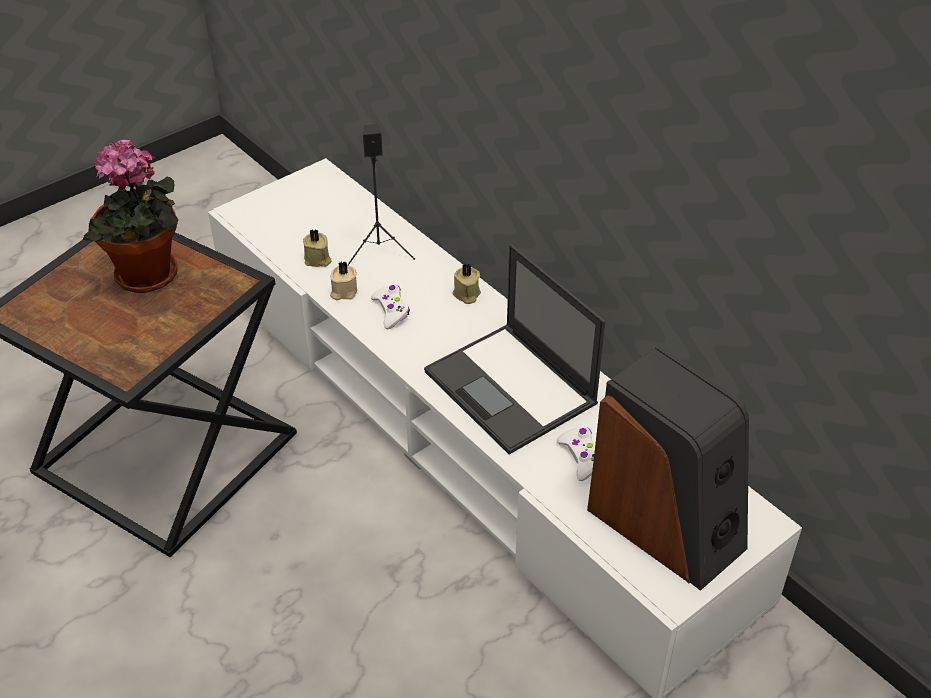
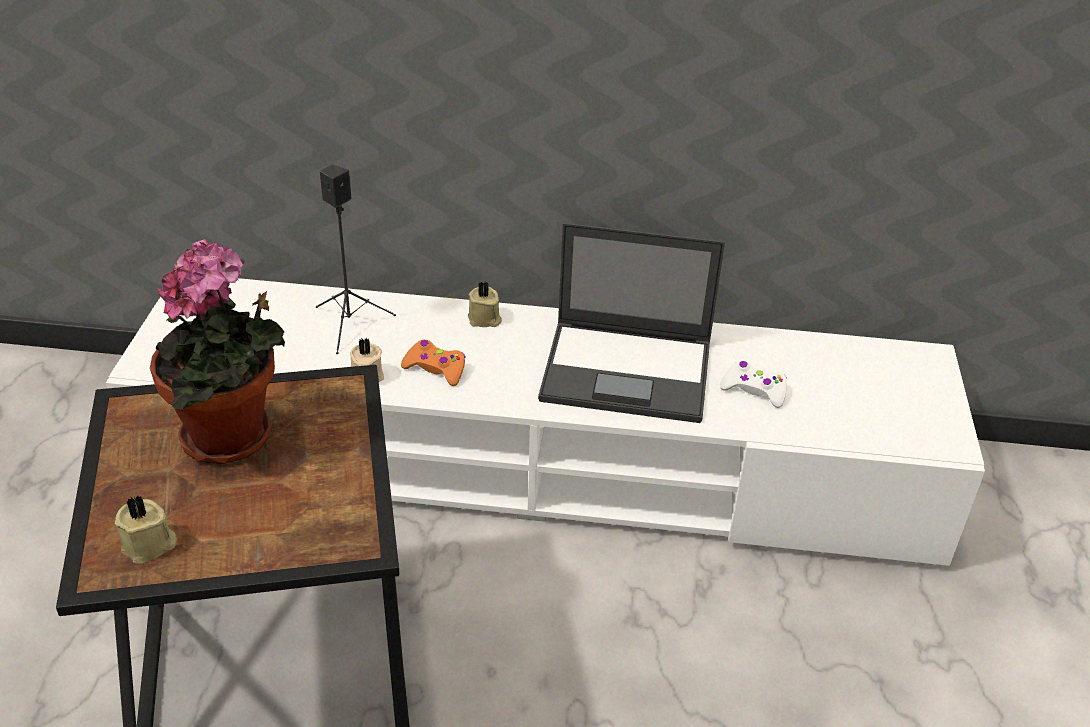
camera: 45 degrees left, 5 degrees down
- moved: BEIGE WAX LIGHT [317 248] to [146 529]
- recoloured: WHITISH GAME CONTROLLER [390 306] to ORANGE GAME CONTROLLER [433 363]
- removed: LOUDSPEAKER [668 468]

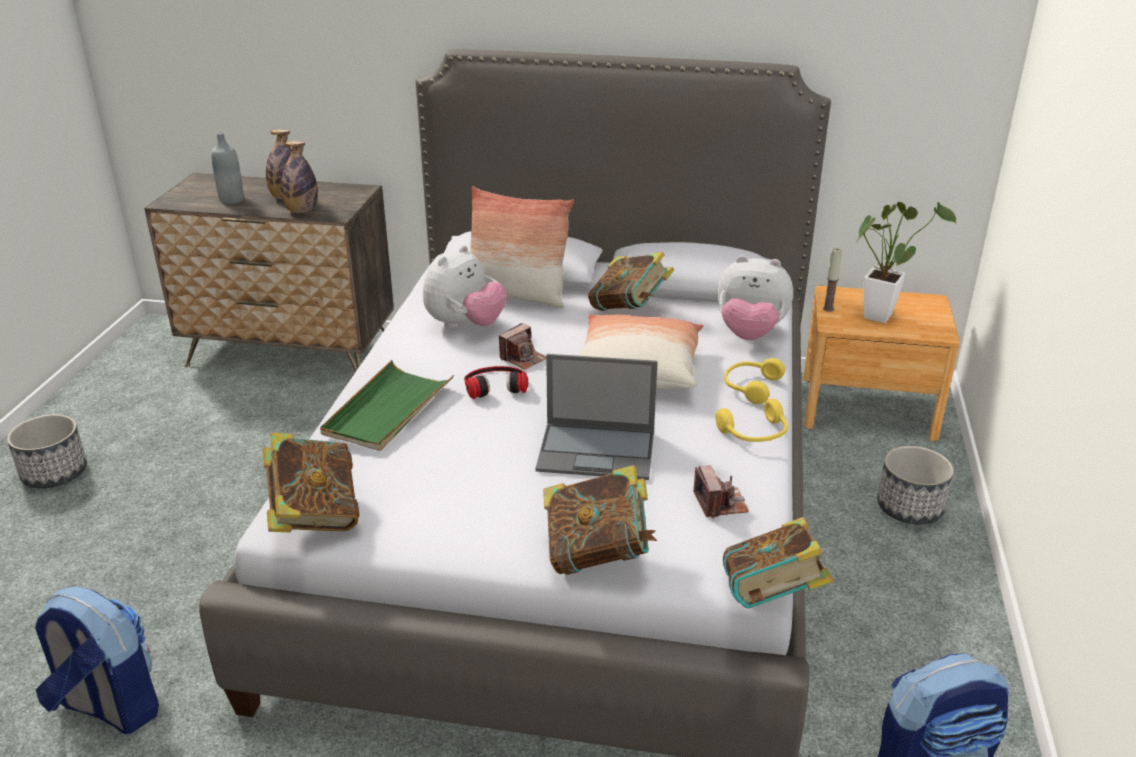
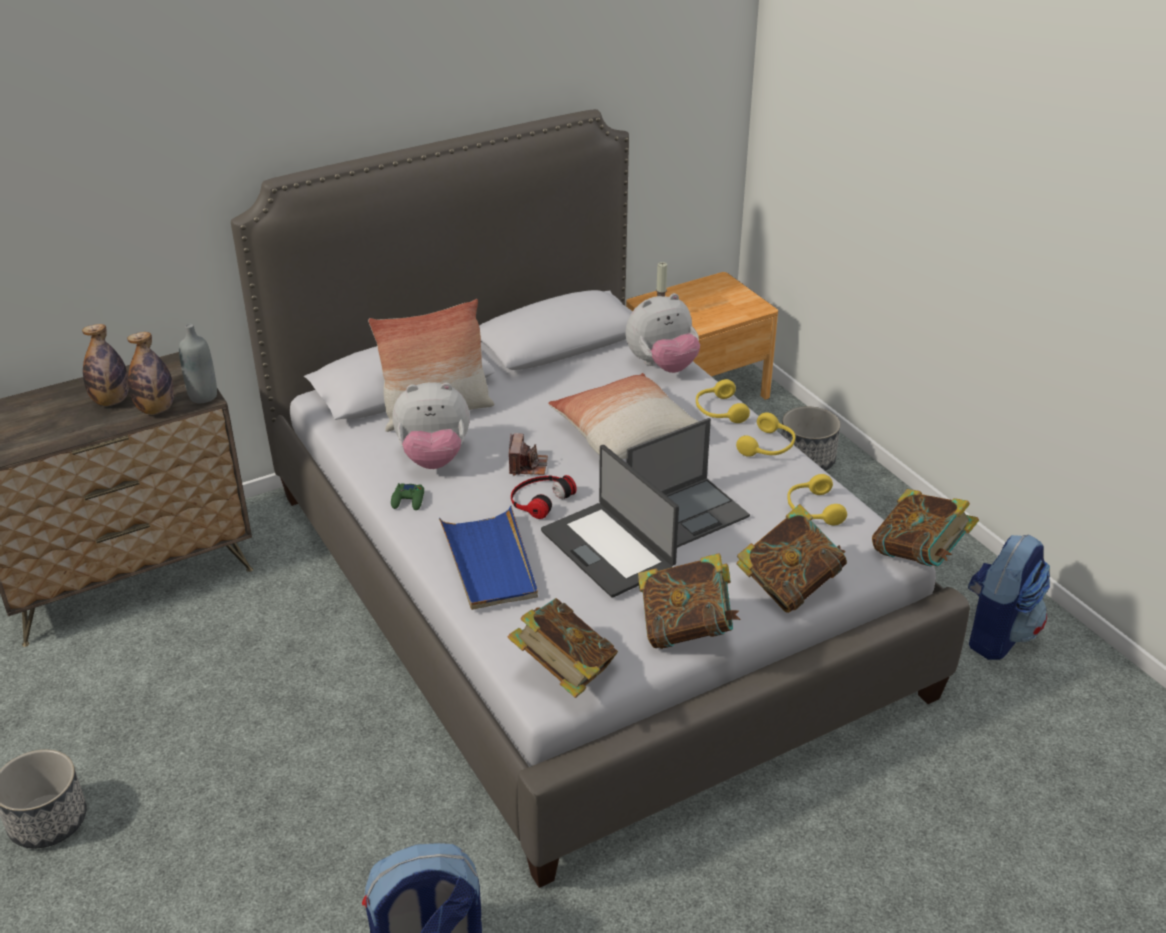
camera: 40 degrees left, 5 degrees up
- moved: GREYISH DRINK BOTTLE [227 168] to [198 363]
- added: GREENISH GAME CONTROLLER [407 496]
- turned: CUDDLY TOY [465 287] = [431 425] 90 degrees clockwise
- recoloured: GREENISH SERVING TRAY [387 405] to BLUE-COLOURED SERVING TRAY [488 558]
- added: PORTABLE COMPUTER [610 521]
- moved: BOUND BOOK [631 281] to [689 601]
- replaced: STILL CAMERA [721 492] to YELLOW-COLOURED HEADSET [817 499]
- removed: HOUSEPLANT [906 262]

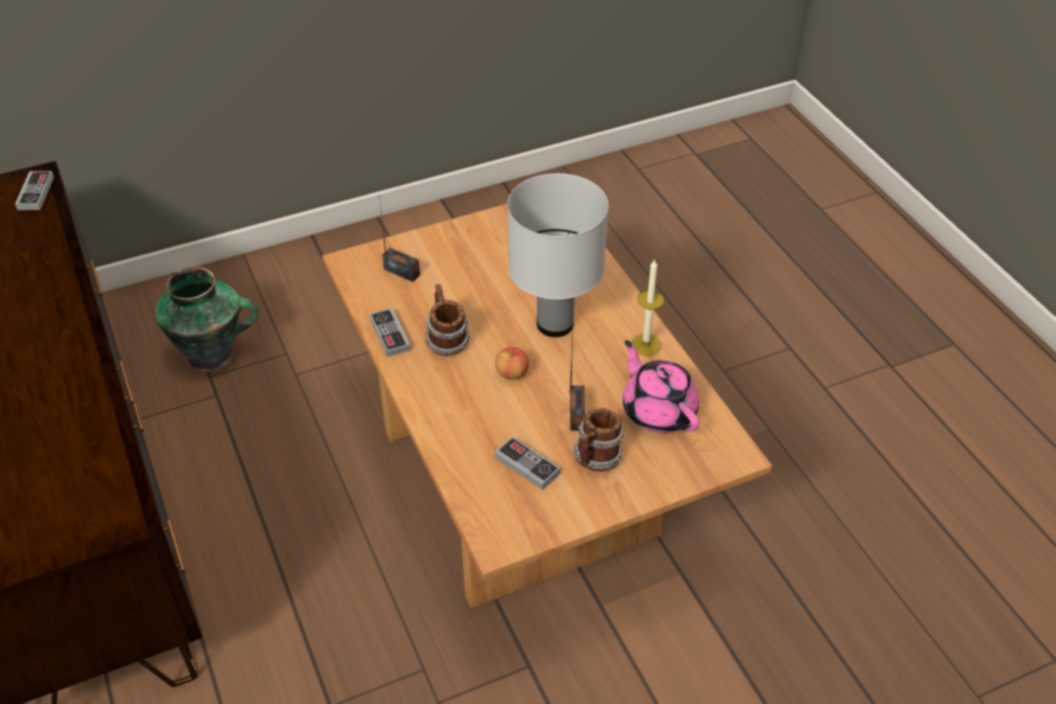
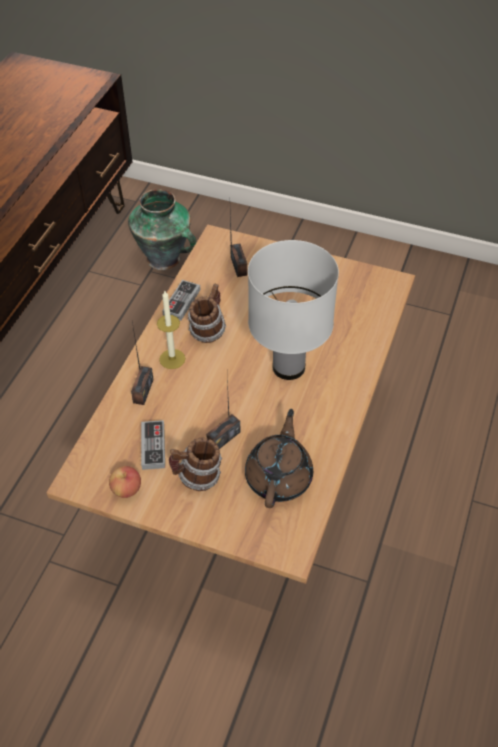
camera: 45 degrees right, 5 degrees up
- moved: APPLE [512 363] to [125 482]
- added: RADIO RECEIVER [142 363]
- moved: WAX LIGHT [647 307] to [171 330]
- recoloured: PINKISH TEA POT [661 386] to BROWN TEA POT [279 458]
- removed: GAME CONTROLLER [34 190]

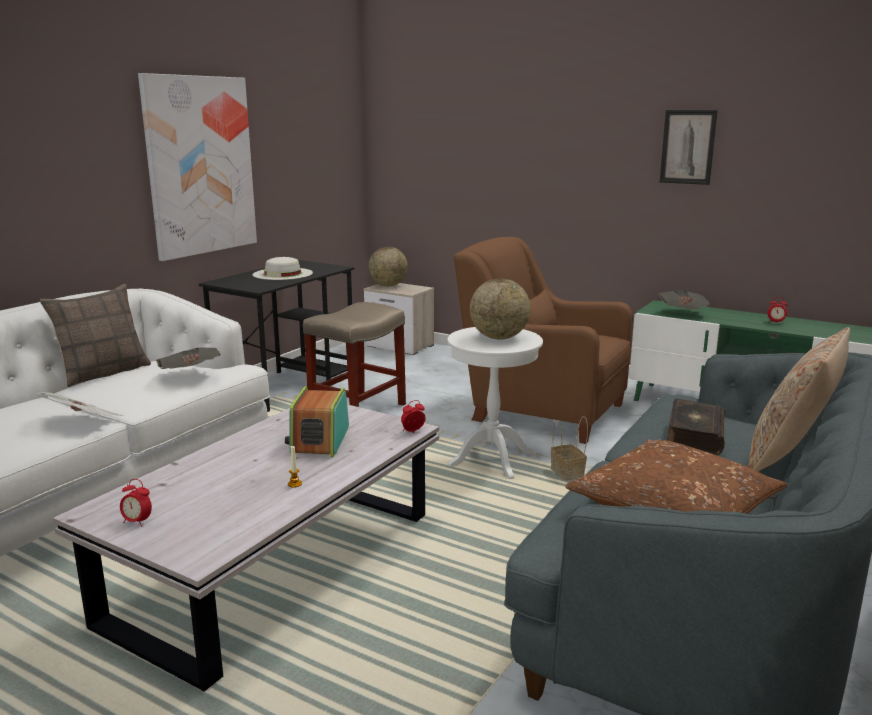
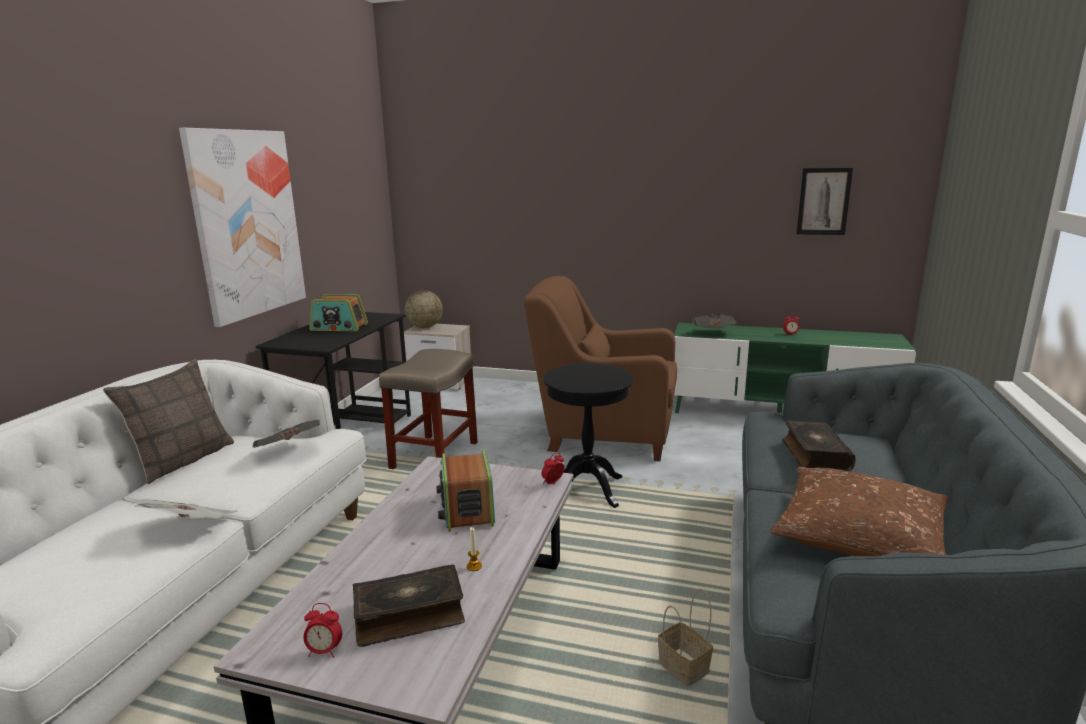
camera: 15 degrees left, 0 degrees up
- replaced: WHITISH WEARABLE HAT [283 268] to RADIO RECEIVER [338 312]
- added: BOUND BOOK [409 605]
- recoloured: WHITISH END TABLE [495 403] to BLACKISH END TABLE [588 435]
- moved: STORAGE BASKET [569 448] to [685 637]
- moved: PICTURE [689 147] to [824 201]
- removed: WORLD GLOBE [500 309]
- removed: BEIGE THROW PILLOW [799 399]

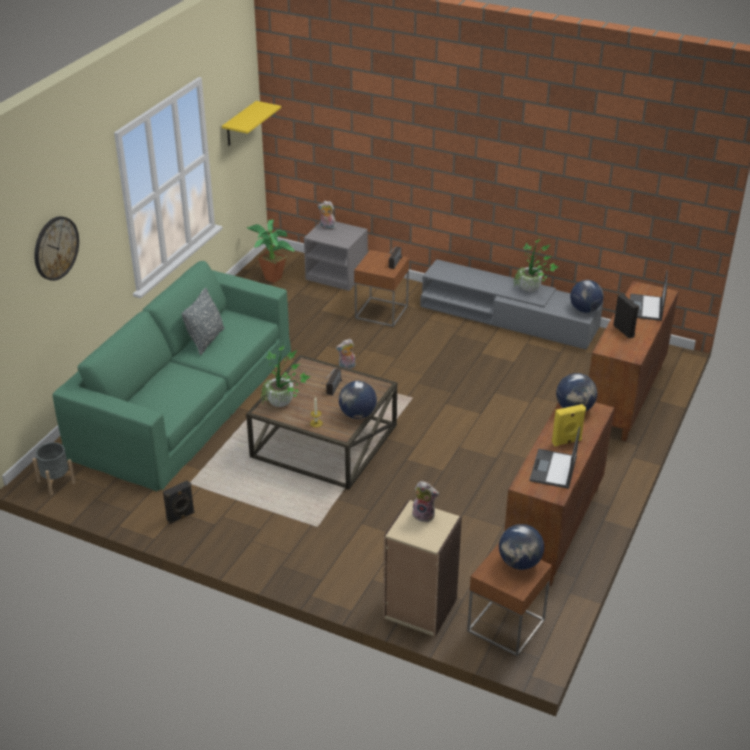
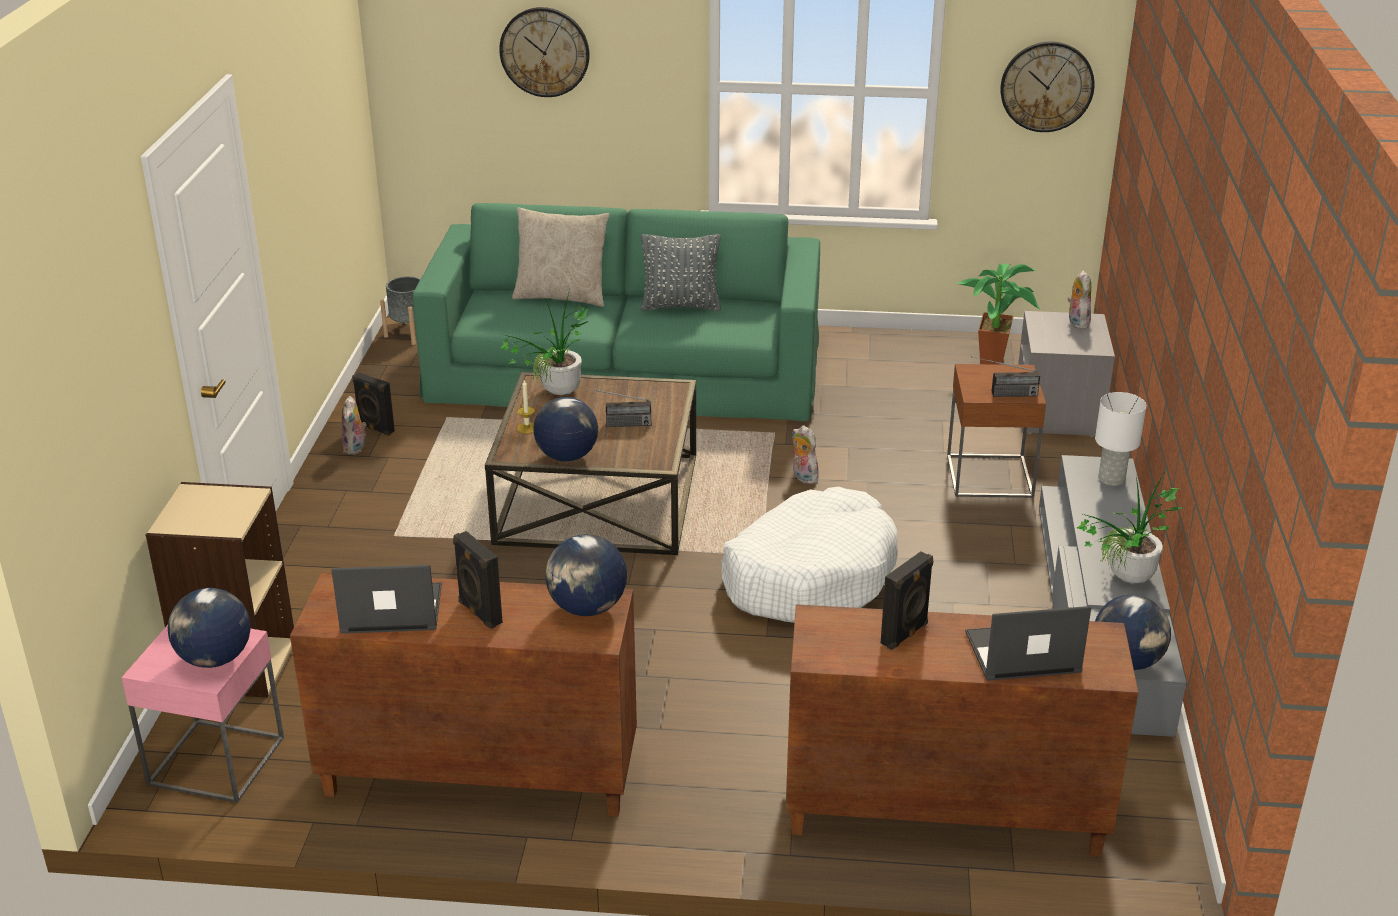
camera: 70 degrees right, 5 degrees down
- recoloured: BROWN END TABLE [509 599] to PINKISH END TABLE [202 714]
- moved: CUDDLY TOY [425 501] to [354 425]
- recoloured: YELLOW-COLOURED LOUDSPEAKER [569 425] to BLACKISH LOUDSPEAKER [478 580]
- added: BEIGE THROW PILLOW [560 257]
- added: WHITISH DOG CUSHION [810 555]
- replaced: YELLOW-COLOURED BRACKET SHELF [251 123] to CLOCK ON THE WALL [1047 86]
- added: WHITISH TABLETOP LAMP [1120 439]

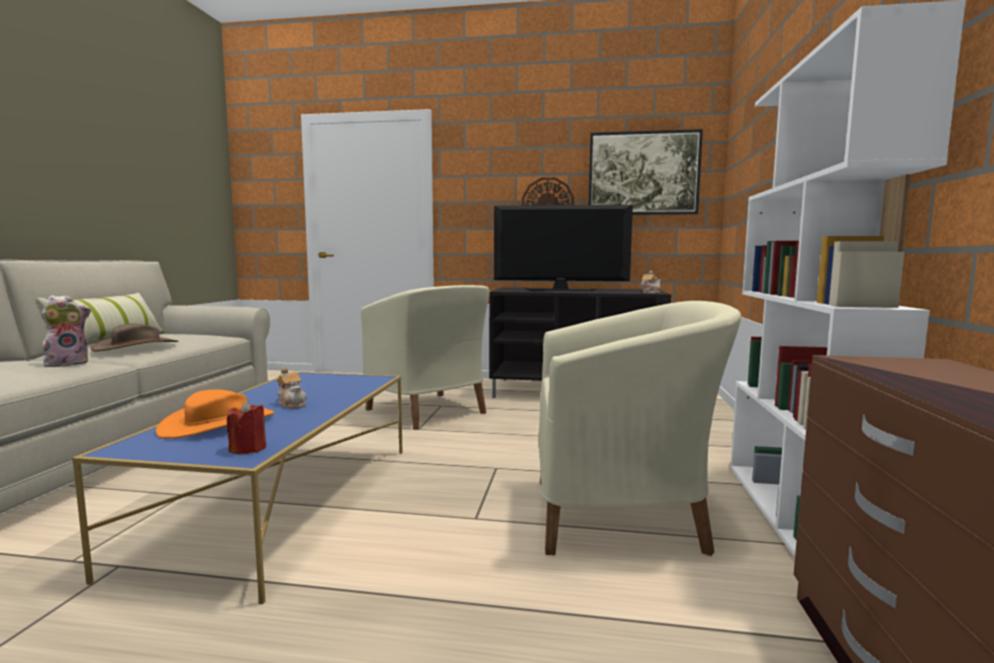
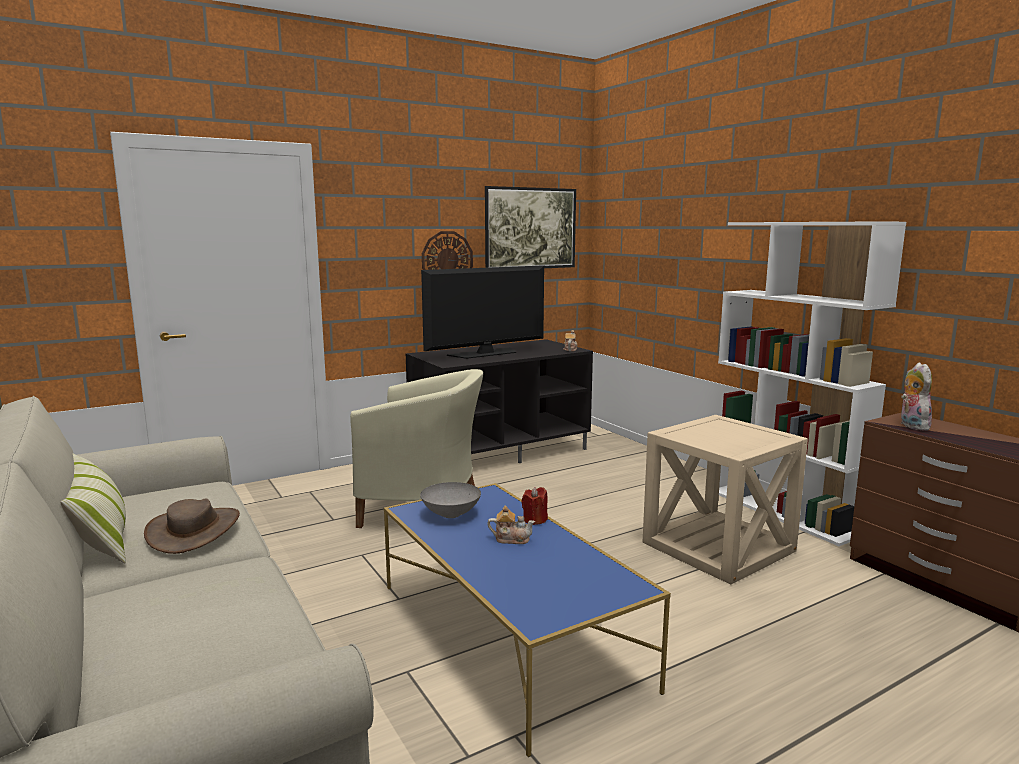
camera: 40 degrees left, 5 degrees up
- added: GREYISH DEEP DISH [450 500]
- moved: REDDISH WAX LIGHT [246 427] to [534 506]
- replaced: BEIGE LOUNGE CHAIR [639 428] to BEIGE END TABLE [725 499]
- moved: CUDDLY TOY [66 331] to [916 396]
- removed: ORANGE WEARABLE HAT [215 414]

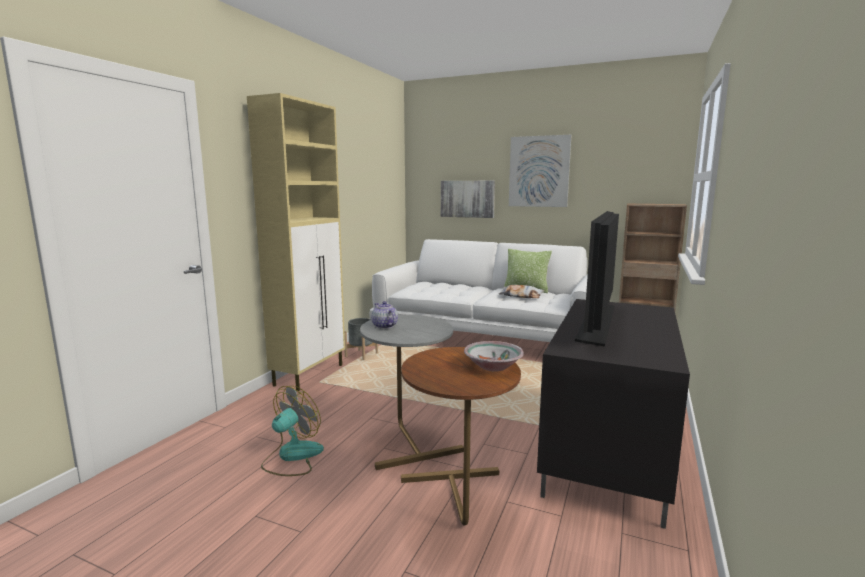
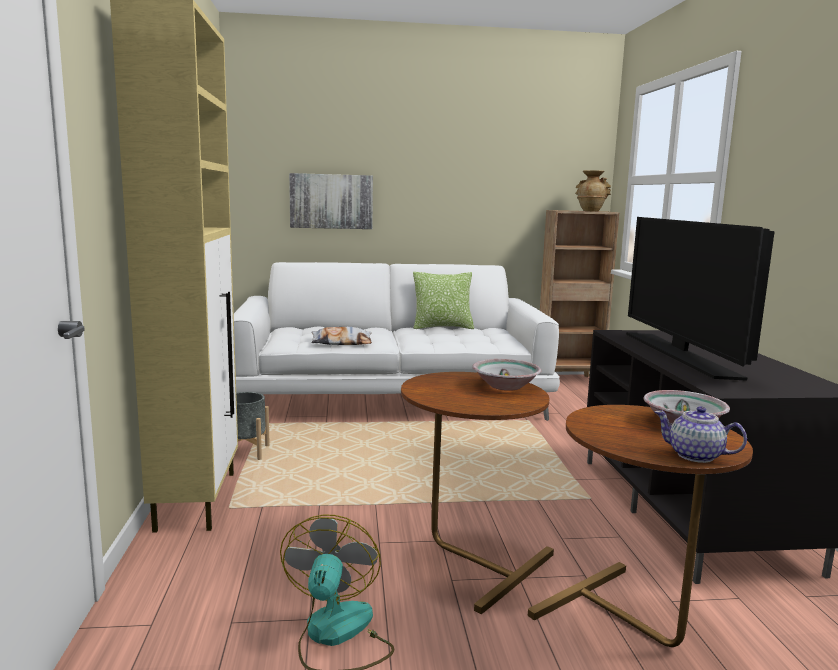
camera: 30 degrees left, 0 degrees up
- moved: THROW PILLOW [521 291] to [341 336]
- recoloured: GREYISH END TABLE [412 392] to BROWN END TABLE [477 493]
- added: DEEP DISH [506 375]
- added: BEIGE DECORATIVE VASE [593 191]
- moved: TEA POT [384 315] to [700 434]
- removed: PICTURE [540 171]

